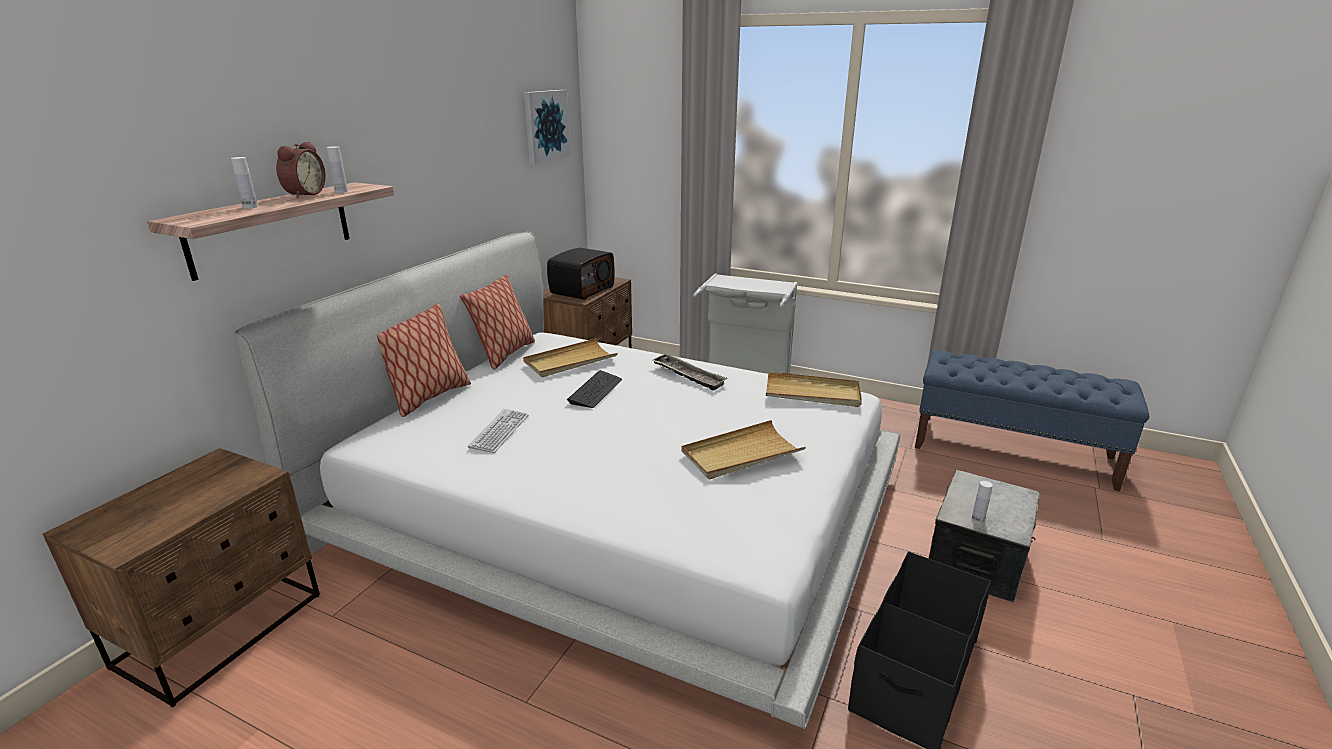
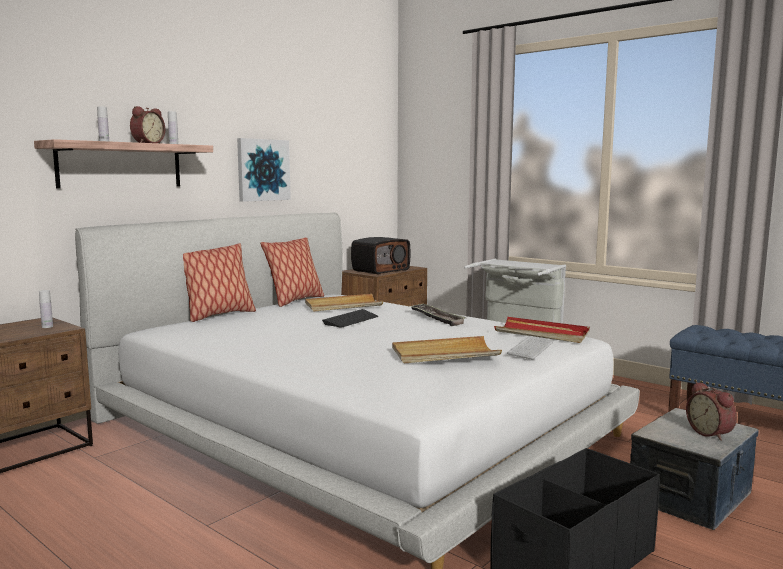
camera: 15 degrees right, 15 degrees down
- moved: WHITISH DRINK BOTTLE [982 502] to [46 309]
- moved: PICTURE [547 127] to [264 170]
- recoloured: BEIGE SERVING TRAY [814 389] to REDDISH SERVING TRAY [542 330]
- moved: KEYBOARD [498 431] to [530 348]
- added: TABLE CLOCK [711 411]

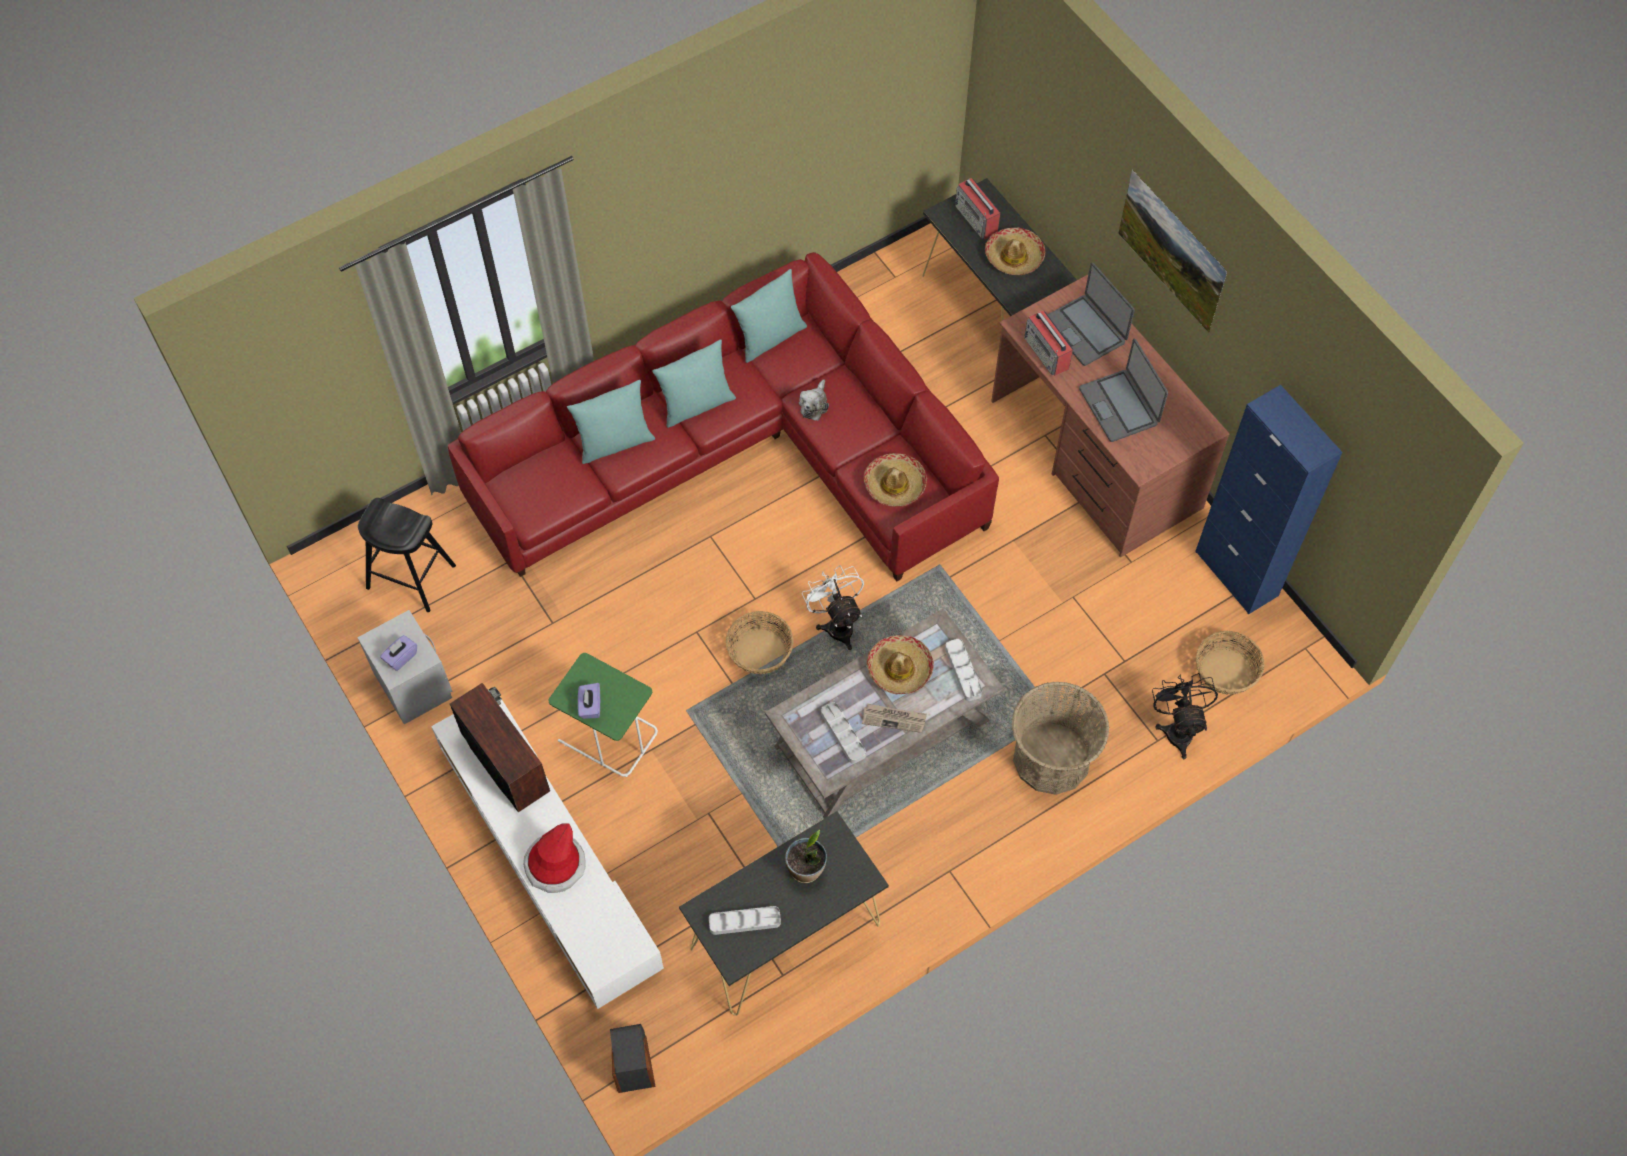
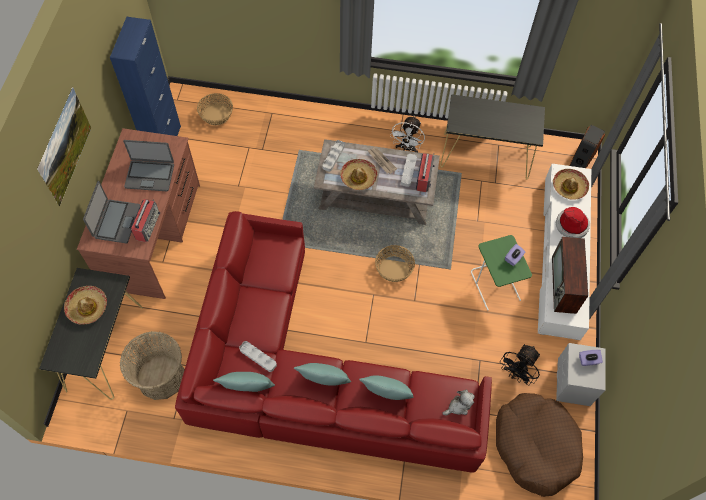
camera: 140 degrees left, 0 degrees up
- moved: STORAGE BASKET [1060 738] to [152 365]
- turned: PORTABLE COMPUTER [1123 390] = [148 165] 75 degrees clockwise
- moved: GREYISH SERVING TRAY [745 920] to [258 356]
- moved: WHITISH ELECTRIC FAN [833 607] to [407 134]
- moved: RADIO RECEIVER [978 208] to [425 172]
- moved: CUDDLY TOY [814 400] to [458 403]
- replaced: BLACKISH STOOL [407 555] to BROWN DOG CUSHION [539 445]
- moved: BLACKISH ELECTRIC FAN [1185 716] to [520 365]
- moved: WEARABLE HAT [895 479] to [571 184]
- removed: HOUSEPLANT [806 856]

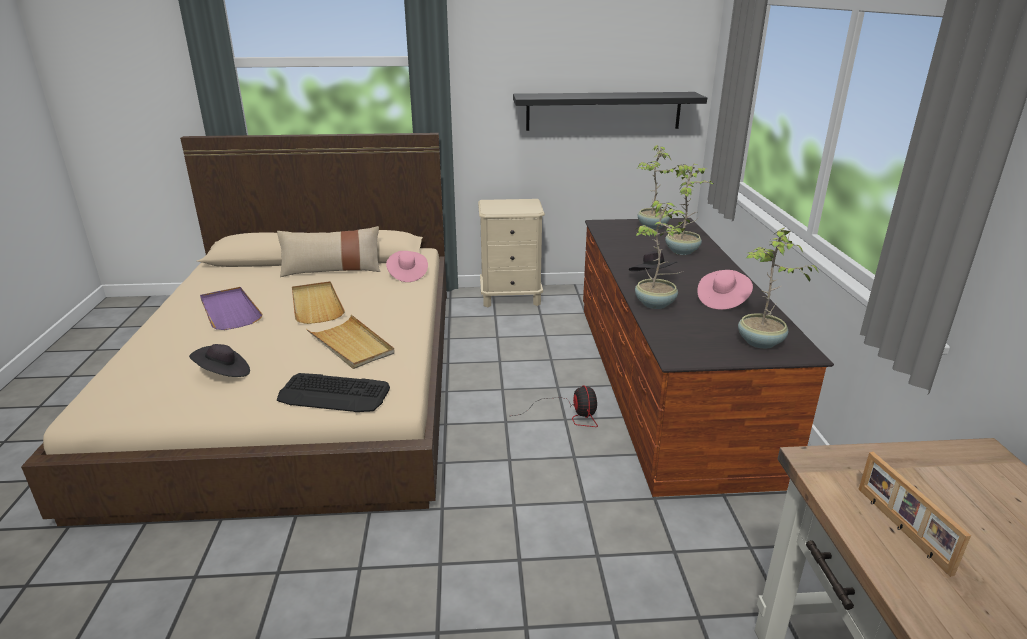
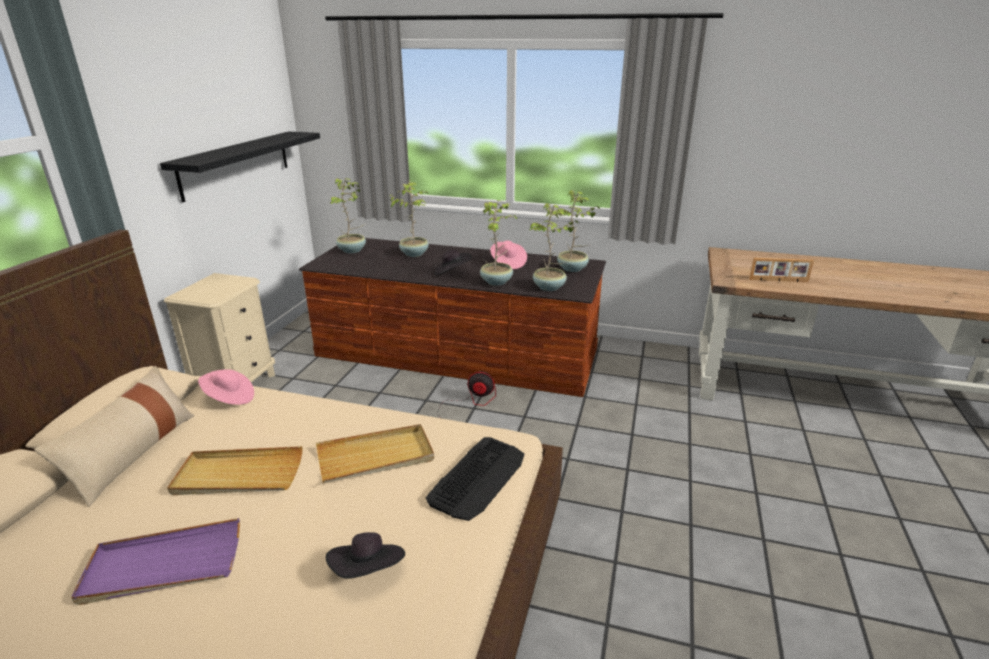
camera: 70 degrees left, 0 degrees up
- added: HOUSEPLANT [554 247]

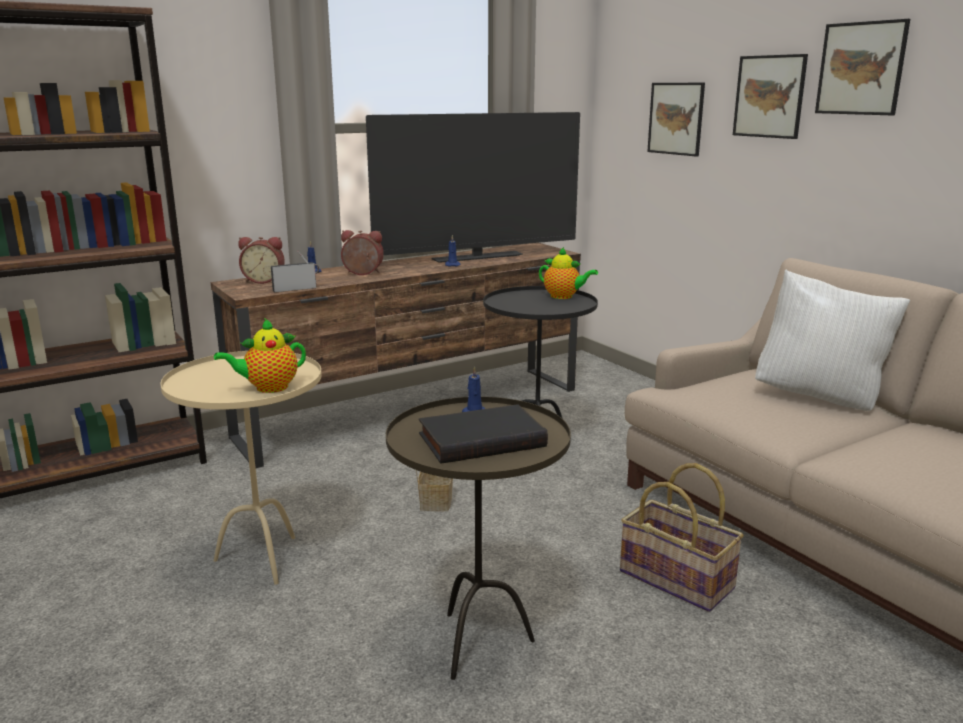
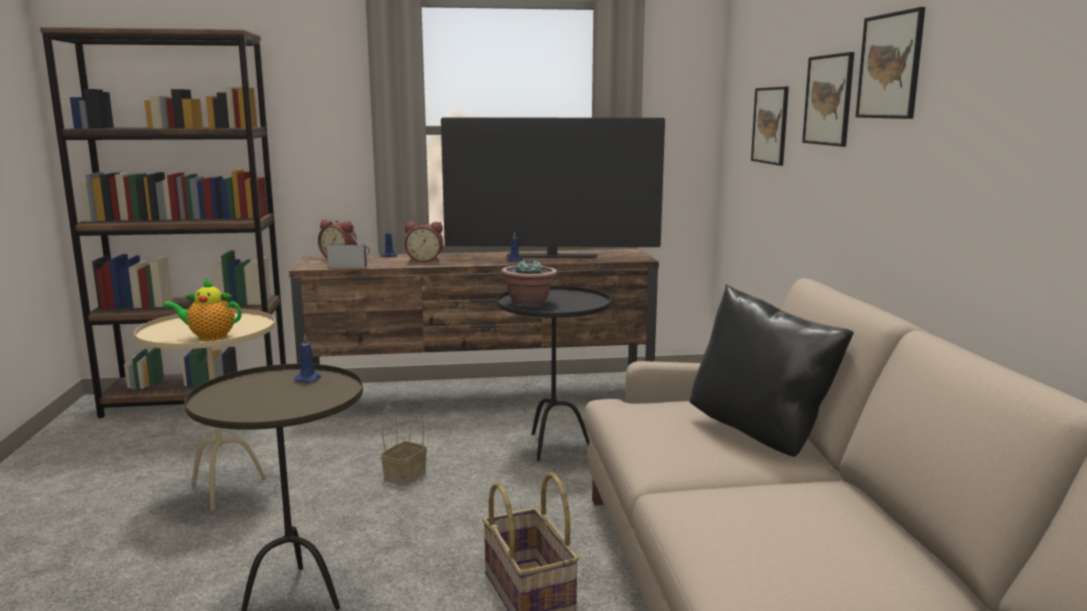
camera: 25 degrees right, 5 degrees down
- turned: TABLE CLOCK [362 252] = [423 242] 150 degrees clockwise
- added: HOUSEPLANT [529 283]
- recoloured: WHITISH THROW PILLOW [832 340] to BLACKISH THROW PILLOW [772 370]
- removed: BLACKISH BOUND BOOK [483 434]
- removed: TEA POT [568 273]

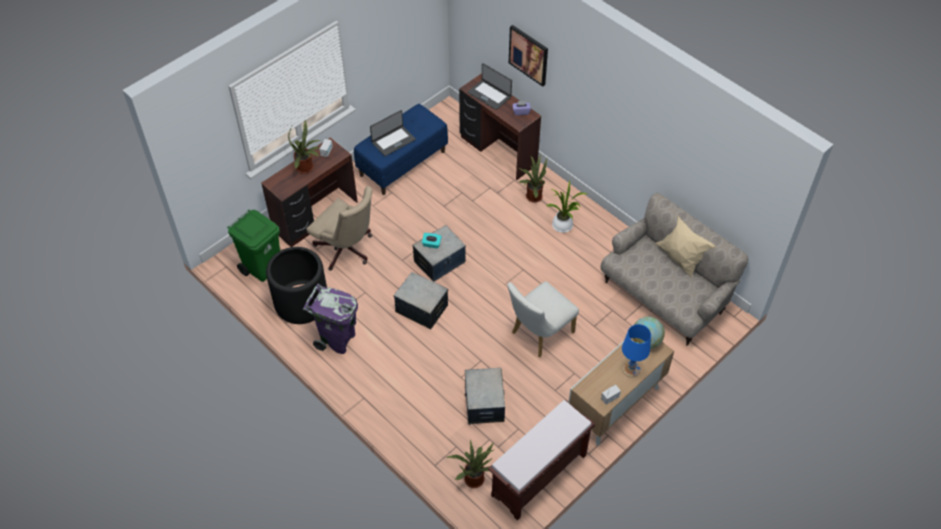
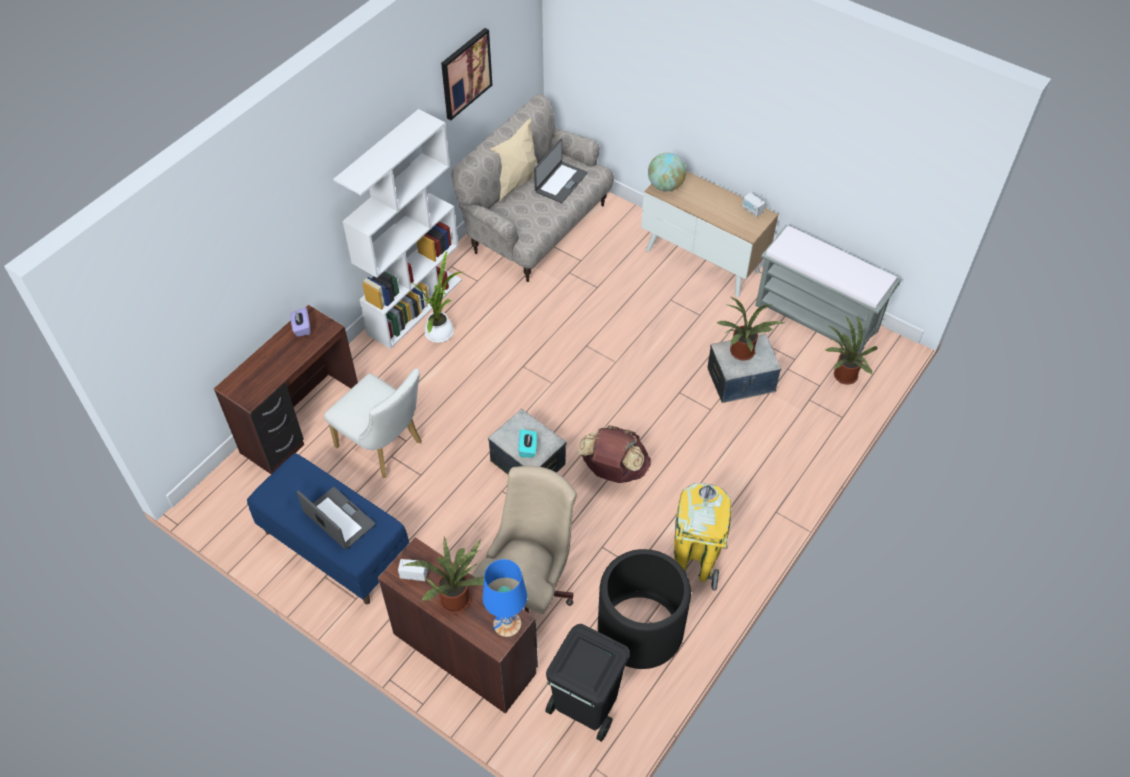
camera: 100 degrees left, 0 degrees up
- moved: WHITISH PLAIN CHAIR [543 319] to [373 423]
- added: WHITISH BOOKSHELF [397 229]
- moved: PICTURE [528 56] to [466 74]
- moved: BLUE-COLOURED TABLETOP LAMP [636 350] to [505 598]
- moved: PORTABLE COMPUTER [489 86] to [561 171]
- recoloured: GREENISH TRASH CAN [253 245] to BLACKISH TRASH CAN [587 683]
- replaced: STORAGE CONTAINER [421 300] to BROWN RUCKSACK [614 454]
- recoloured: PURPLE-COLOURED TRASH CAN [330 319] to YELLOW-COLOURED TRASH CAN [702 537]
- moved: HOUSEPLANT [532 179] to [750 329]
- recoloured: BROWN INDOOR BENCH [541 460] to GREYISH INDOOR BENCH [828 289]

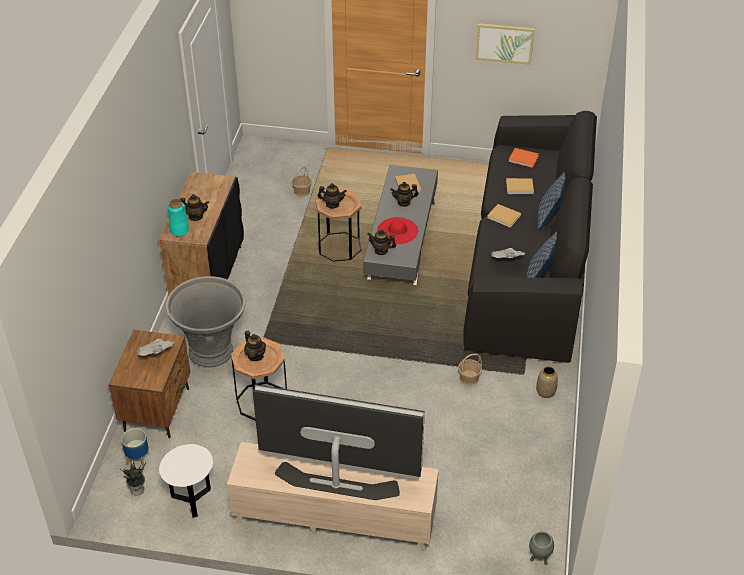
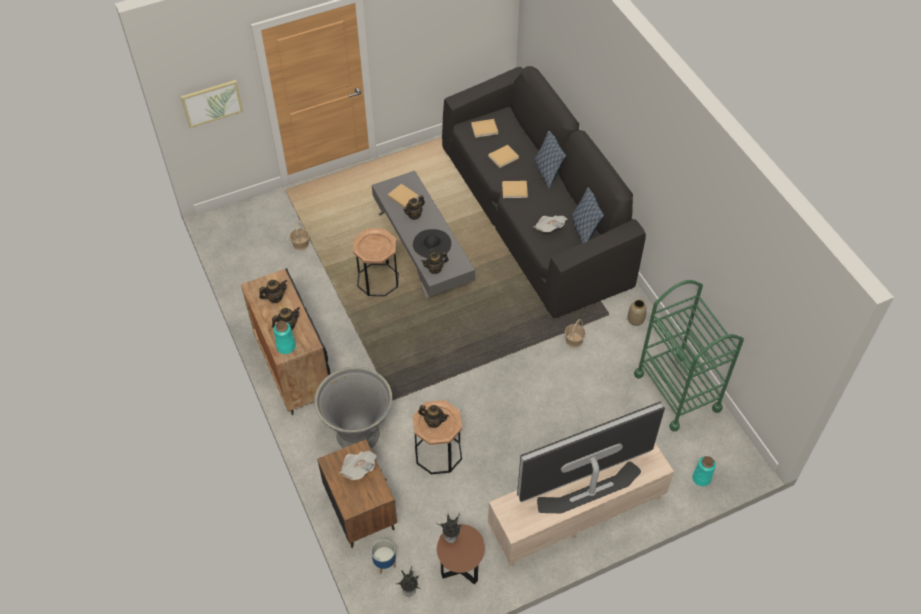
camera: 35 degrees left, 10 degrees up
- moved: PICTURE [505 44] to [212 104]
- moved: TEA POT [332 195] to [273 291]
- recoloured: REDDISH WEARABLE HAT [397 230] to BLACKISH WEARABLE HAT [432 243]
- added: HOUSEPLANT [449 528]
- recoloured: WHITISH END TABLE [186 481] to BROWN END TABLE [461 554]
- recoloured: ORANGE BOUND BOOK [523 158] to BEIGE BOUND BOOK [484 128]
- added: GREENISH WHEELED CART [689 356]
- added: BLUE-GREEN DECORATIVE VASE [704 471]
- removed: GREYISH FLOWER POT [541 548]

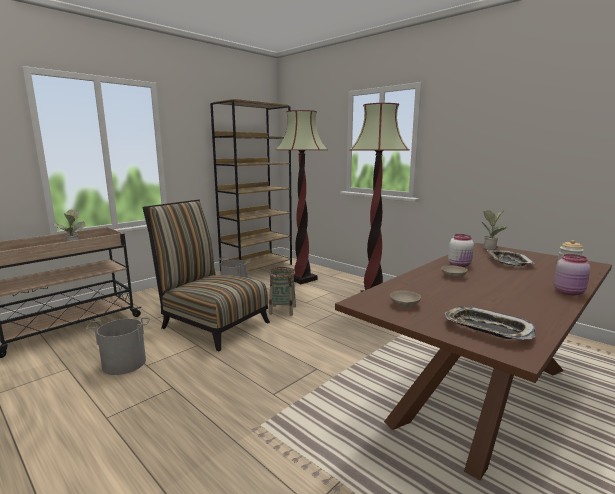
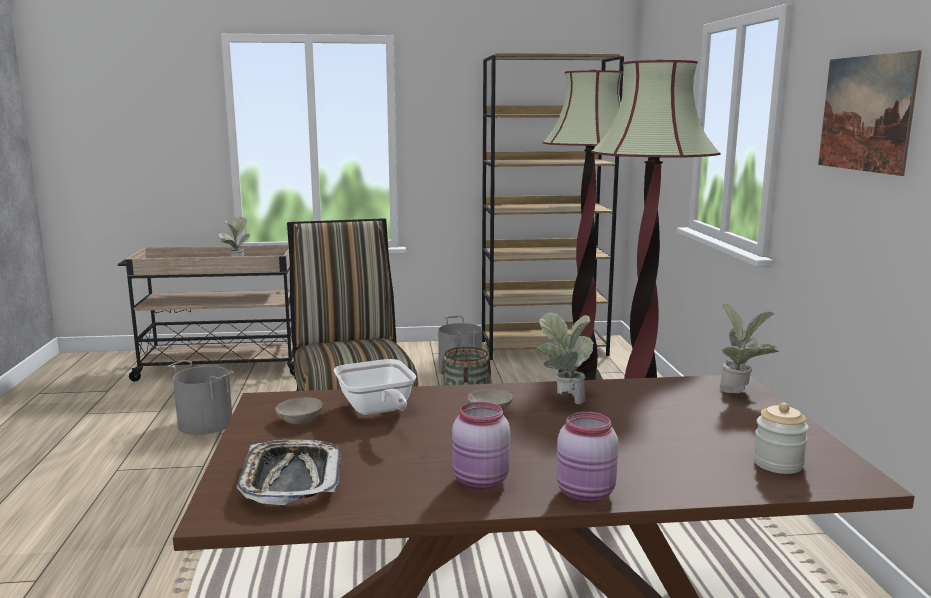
camera: 40 degrees right, 0 degrees up
- added: SKILLET [375 387]
- added: PINKISH STORAGE JAR [481 446]
- replaced: WHITISH STORAGE JAR [461 250] to HOUSEPLANT [565 358]
- added: PICTURE [870 113]
- removed: SERVING TRAY [511 258]

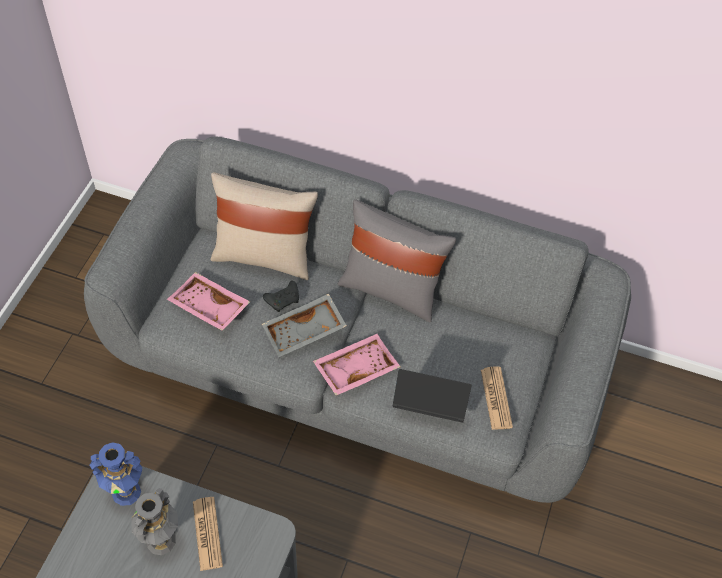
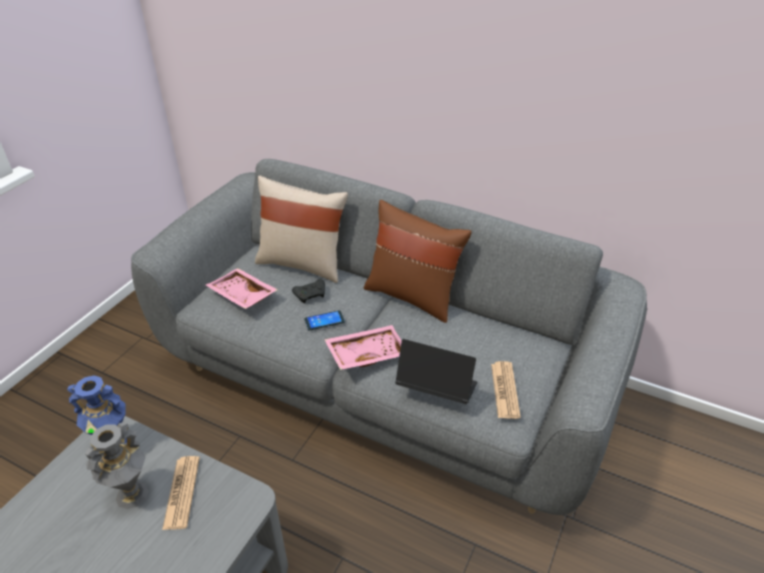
camera: 10 degrees right, 15 degrees down
- replaced: GREYISH SERVING TRAY [304 326] to PHONE [325 320]
- recoloured: GREYISH THROW PILLOW [397 260] to BROWN THROW PILLOW [418 261]

